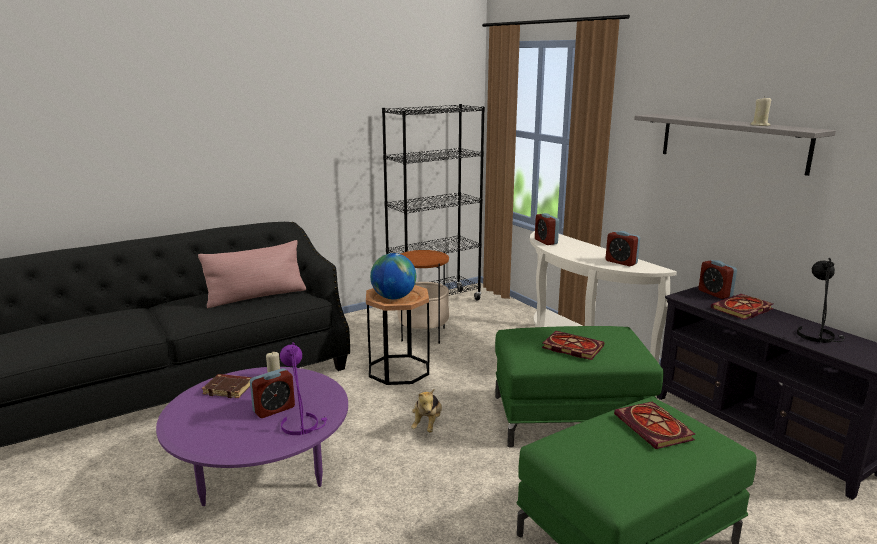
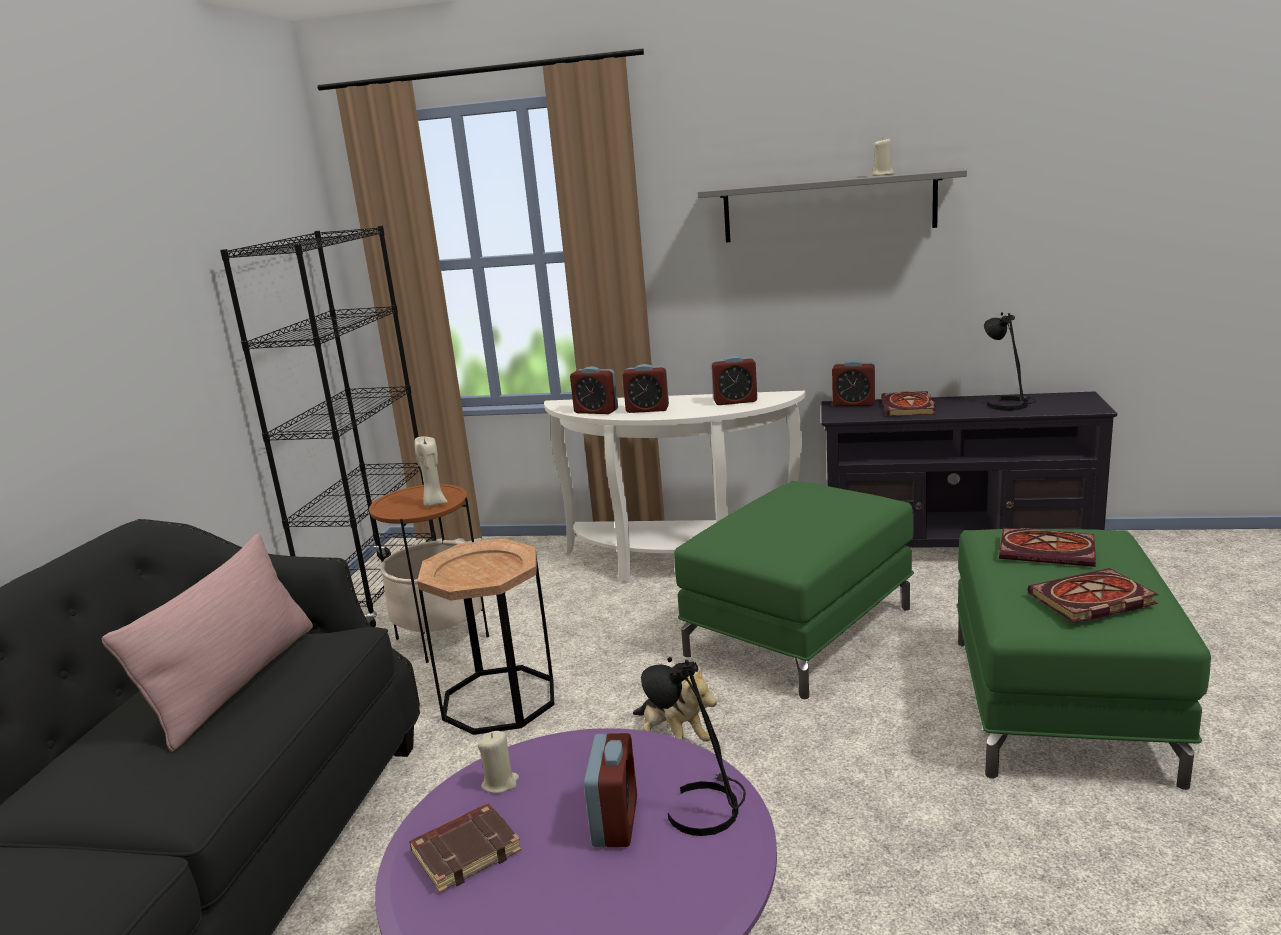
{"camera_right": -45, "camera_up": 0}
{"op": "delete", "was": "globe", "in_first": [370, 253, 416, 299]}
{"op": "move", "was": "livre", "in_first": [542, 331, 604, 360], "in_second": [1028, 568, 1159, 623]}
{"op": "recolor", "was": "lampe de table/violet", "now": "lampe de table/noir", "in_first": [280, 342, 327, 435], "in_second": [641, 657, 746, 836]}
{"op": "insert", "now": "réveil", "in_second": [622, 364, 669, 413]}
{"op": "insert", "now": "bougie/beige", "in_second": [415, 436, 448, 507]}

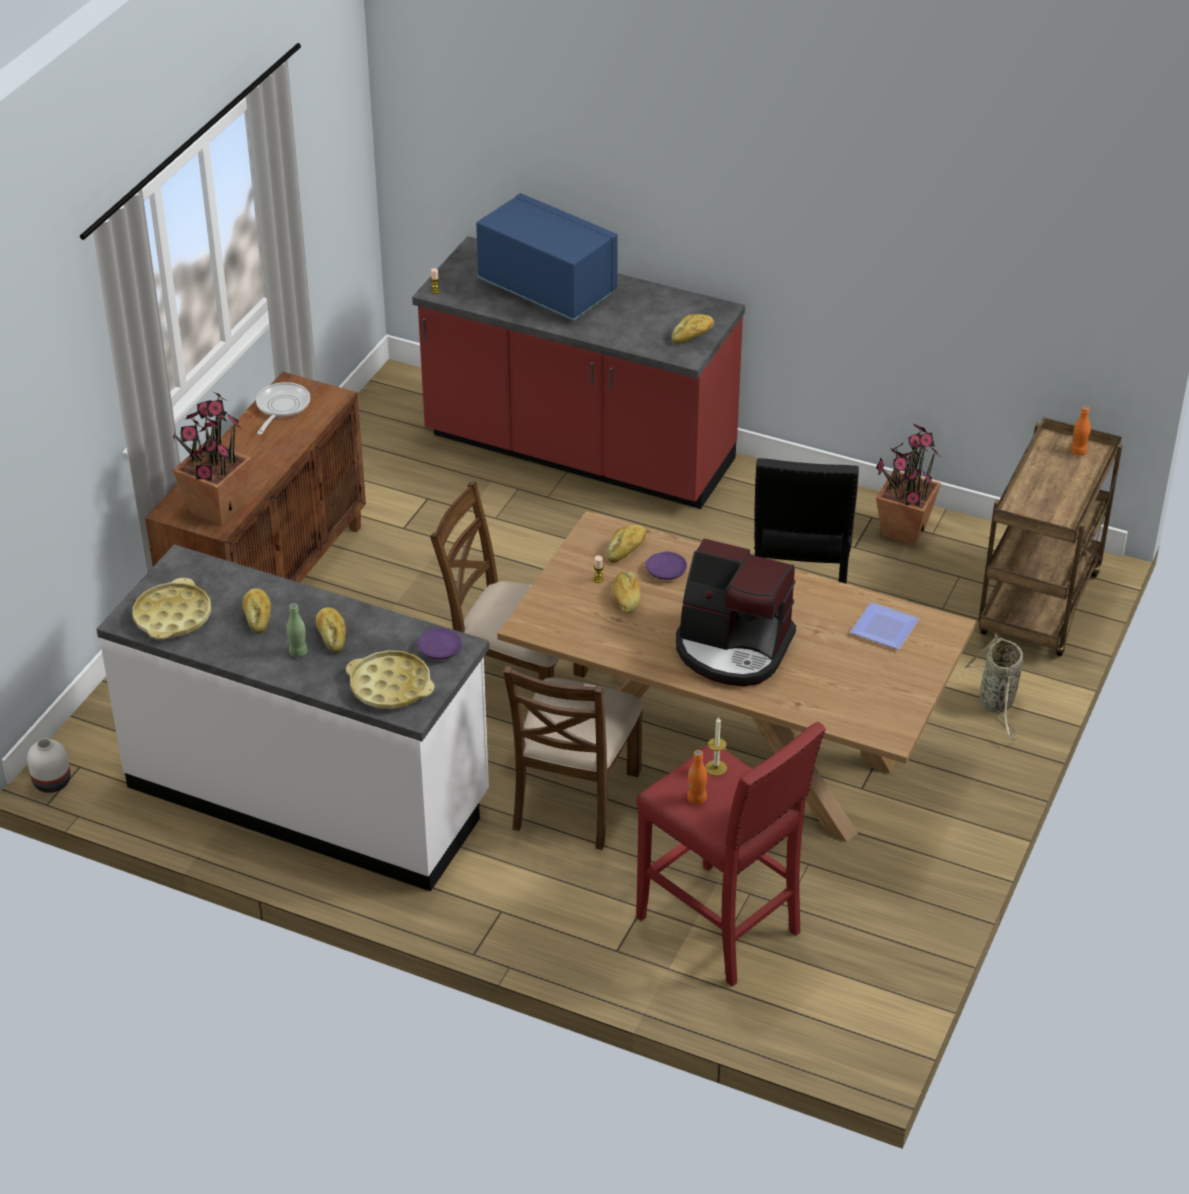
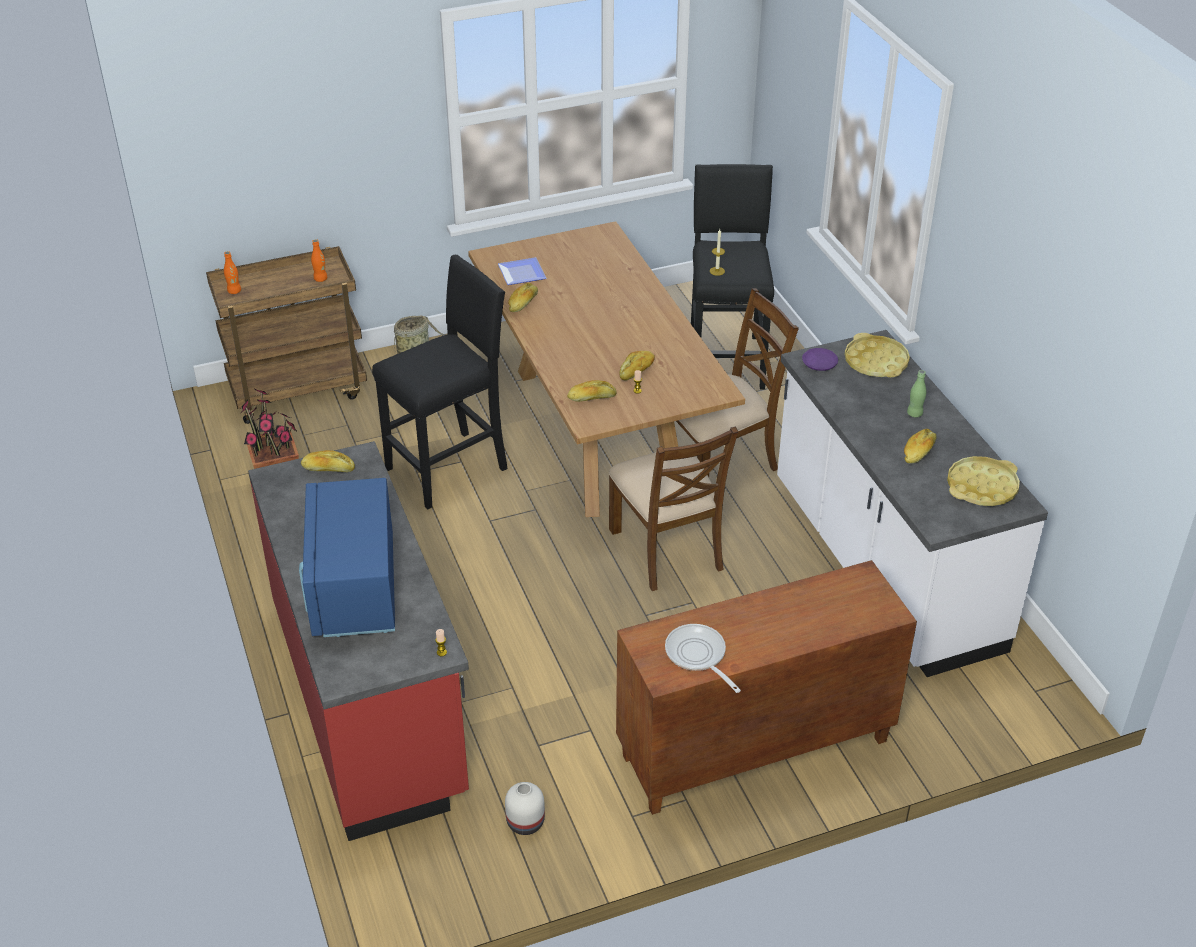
{"camera_right": -135, "camera_up": 0}
{"op": "rotate", "was": "poêle", "in_first": [256, 382, 310, 435], "in_second": [665, 624, 741, 693], "clockwise": 90}
{"op": "delete", "was": "plante en pot", "in_first": [172, 390, 251, 526]}
{"op": "delete", "was": "machine à café", "in_first": [676, 538, 796, 686]}
{"op": "delete", "was": "assiette/violet", "in_first": [645, 551, 687, 580]}
{"op": "move", "was": "pain", "in_first": [316, 607, 346, 653], "in_second": [508, 283, 538, 312]}
{"op": "recolor", "was": "tabouret/rouge", "now": "tabouret/noir", "in_first": [636, 722, 826, 987], "in_second": [691, 164, 774, 389]}
{"op": "move", "was": "vase/blanc", "in_first": [27, 738, 70, 793], "in_second": [505, 782, 545, 835]}
{"op": "move", "was": "bouteille/orange", "in_first": [687, 750, 707, 804], "in_second": [311, 239, 327, 282]}

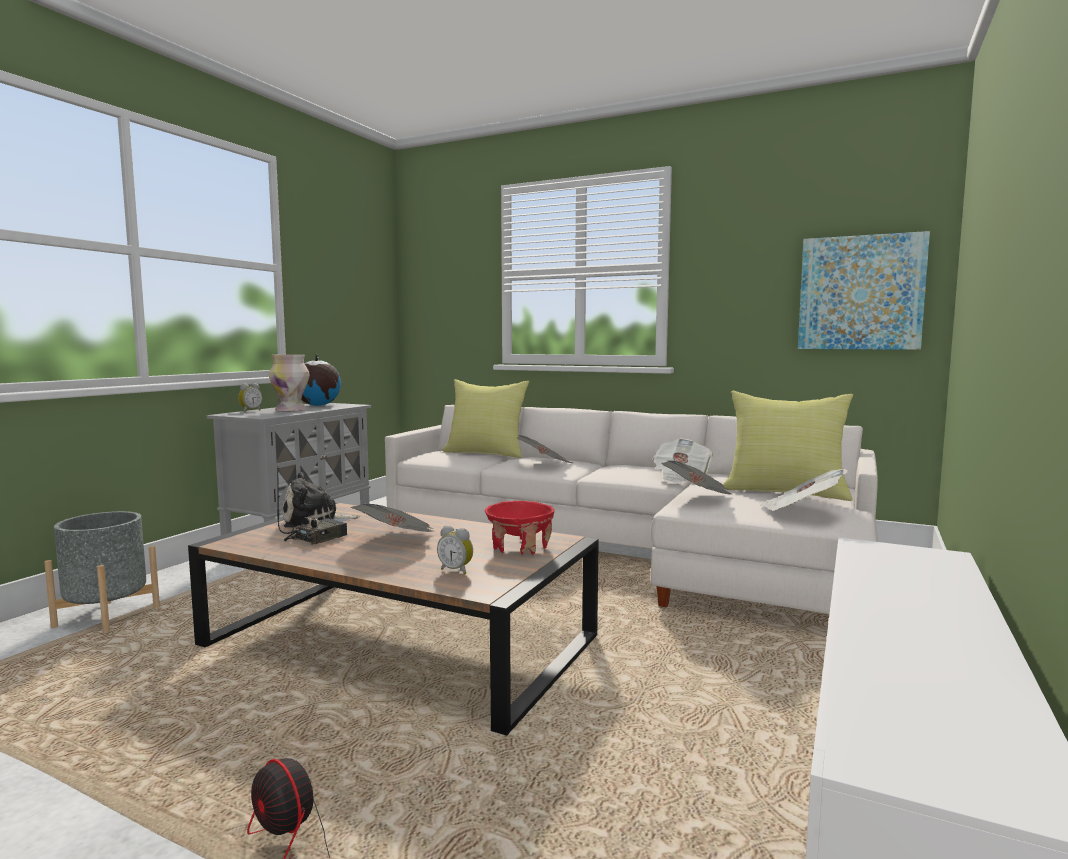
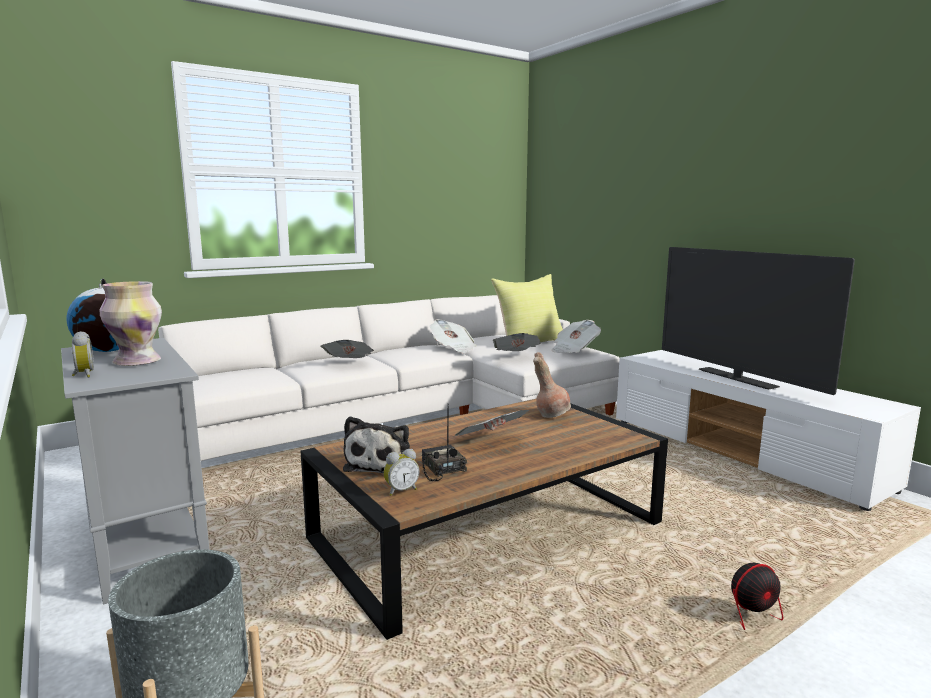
{"camera_right": -60, "camera_up": 5}
{"op": "delete", "was": "tableau", "in_first": [798, 231, 930, 350]}
{"op": "delete", "was": "coussin/jaune", "in_first": [442, 379, 529, 458]}
{"op": "replace", "was": "bol/rouge", "now": "vase/marron", "in_first": [485, 501, 554, 555], "in_second": [533, 352, 571, 418]}
{"op": "move", "was": "réveil", "in_first": [437, 526, 473, 575], "in_second": [383, 449, 420, 496]}
{"op": "insert", "now": "téléviseur", "in_second": [662, 247, 855, 395]}

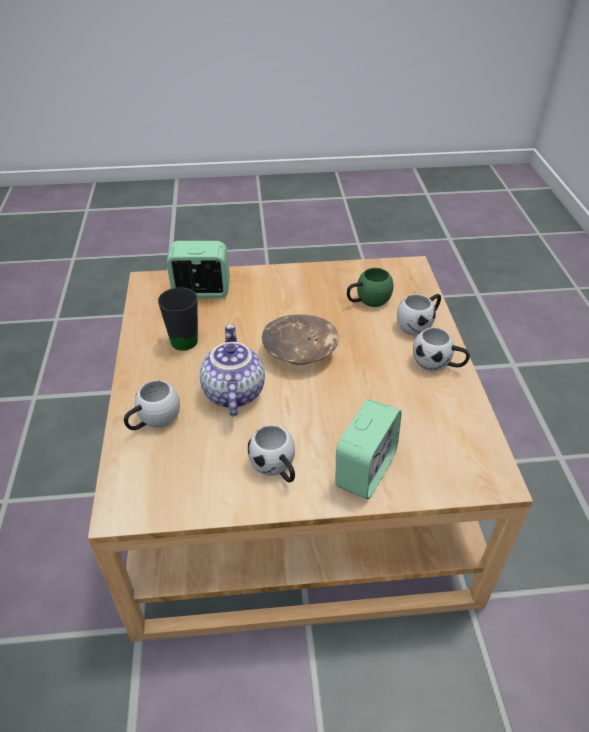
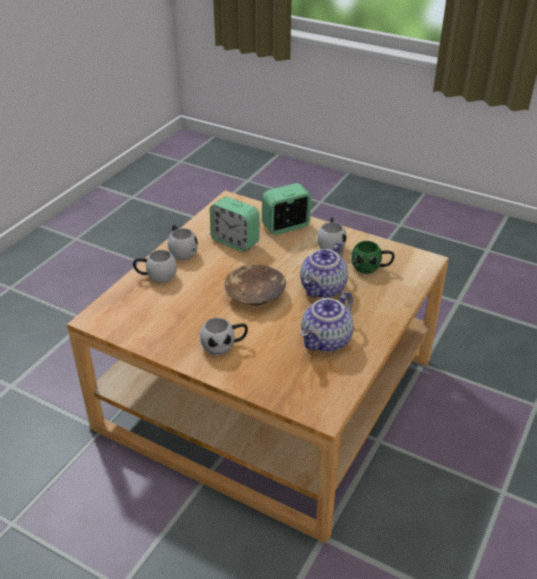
{"camera_right": -145, "camera_up": -5}
{"op": "move", "was": "réveil", "in_first": [166, 241, 230, 298], "in_second": [210, 197, 260, 252]}
{"op": "move", "was": "mug/vert", "in_first": [347, 268, 394, 307], "in_second": [351, 241, 395, 274]}
{"op": "replace", "was": "mug/noir", "now": "théière", "in_first": [158, 287, 198, 351], "in_second": [301, 291, 354, 352]}
{"op": "move", "was": "mug/blanc", "in_first": [124, 380, 180, 430], "in_second": [200, 318, 248, 356]}

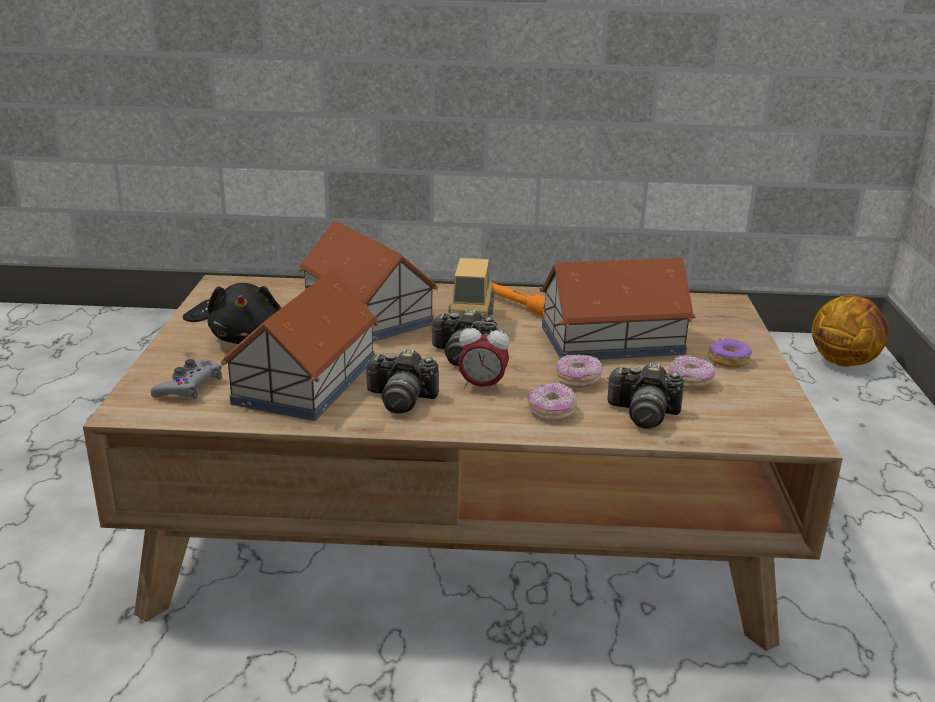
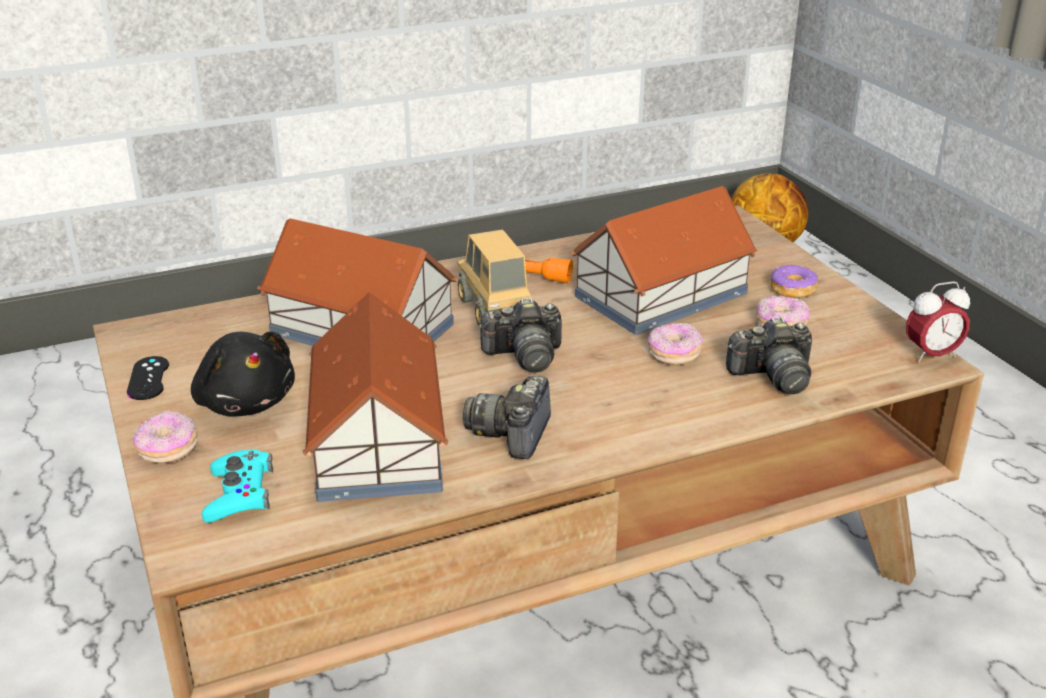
{"camera_right": -25, "camera_up": 5}
{"op": "move", "was": "réveil", "in_first": [458, 321, 509, 393], "in_second": [906, 281, 970, 363]}
{"op": "rotate", "was": "appareil photo", "in_first": [364, 348, 439, 414], "in_second": [463, 376, 551, 459], "clockwise": 120}
{"op": "recolor", "was": "manette/gris", "now": "manette/turquoise", "in_first": [151, 359, 222, 399], "in_second": [202, 449, 273, 523]}
{"op": "move", "was": "beignet", "in_first": [528, 382, 577, 421], "in_second": [132, 411, 197, 464]}

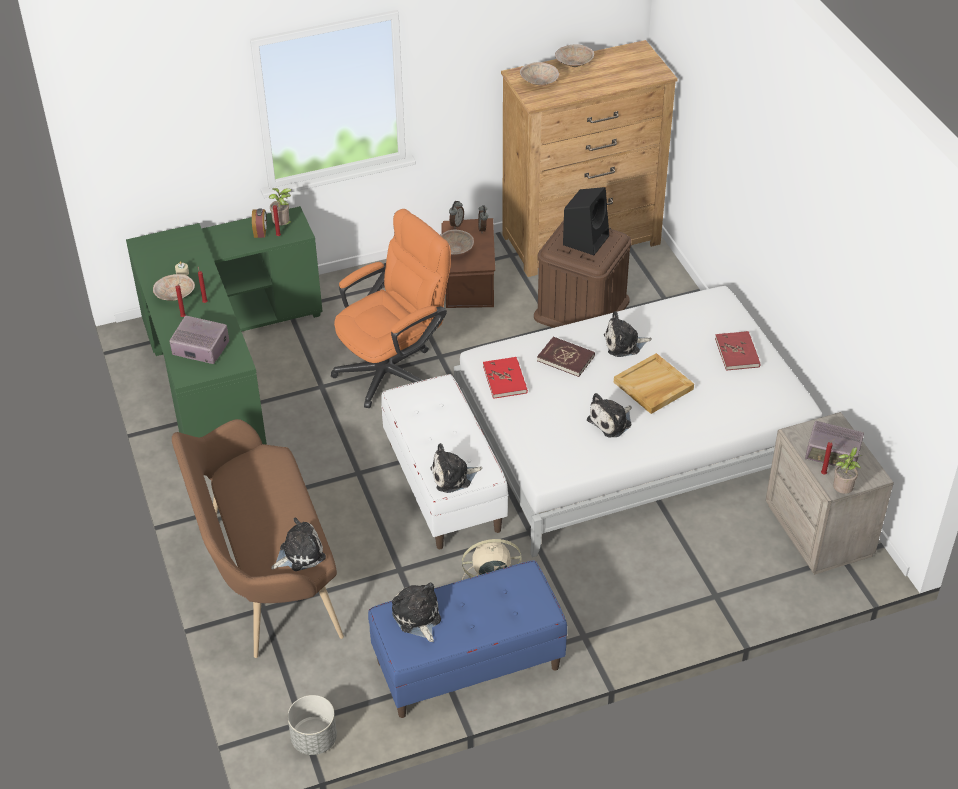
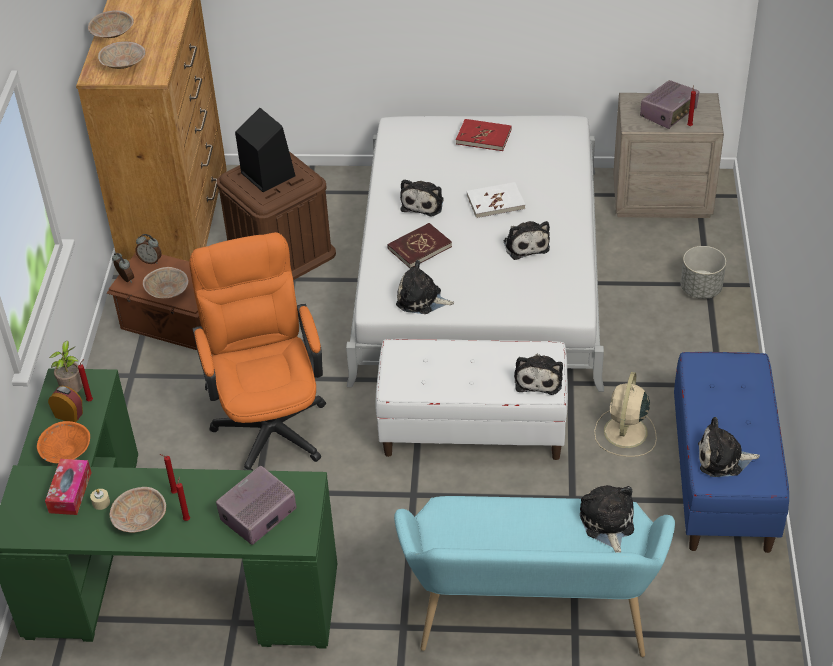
{"camera_right": -65, "camera_up": 0}
{"op": "replace", "was": "plateau/beige", "now": "livre/blanc", "in_first": [614, 353, 694, 414], "in_second": [466, 182, 525, 219]}
{"op": "replace", "was": "livre/rouge", "now": "peluche", "in_first": [483, 357, 528, 399], "in_second": [396, 260, 454, 314]}
{"op": "recolor", "was": "banc/marron", "now": "banc/turquoise", "in_first": [172, 419, 344, 658], "in_second": [394, 496, 675, 657]}
{"op": "delete", "was": "plante en pot", "in_first": [833, 447, 862, 494]}
{"op": "move", "was": "cache-pot/gris", "in_first": [288, 695, 337, 755], "in_second": [681, 246, 726, 299]}
{"op": "insert", "now": "bol/orange", "in_second": [37, 421, 90, 464]}
{"op": "insert", "now": "boîte à mouchoirs", "in_second": [45, 459, 92, 515]}

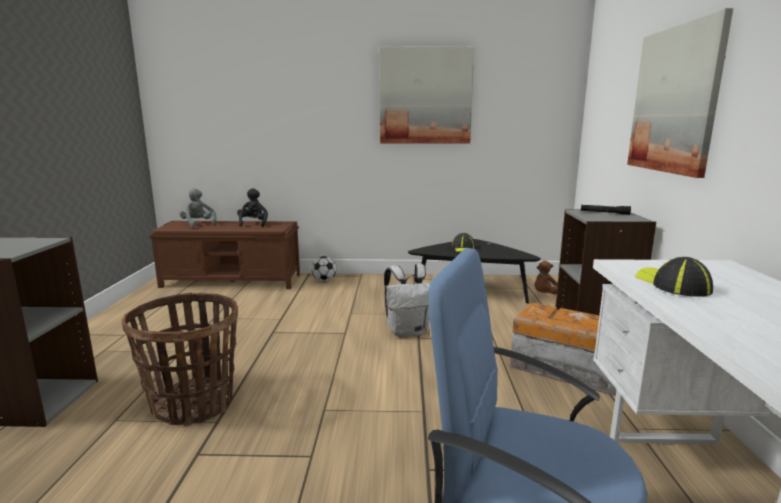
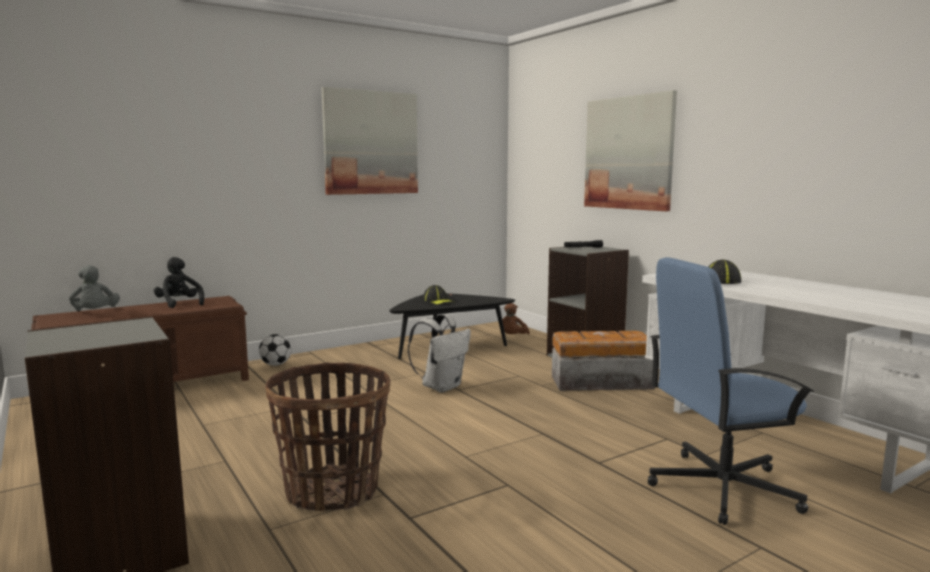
{"camera_right": -35, "camera_up": -5}
{"op": "rotate", "was": "peluche/gris", "in_first": [180, 189, 217, 227], "in_second": [69, 265, 120, 312], "clockwise": -135}

